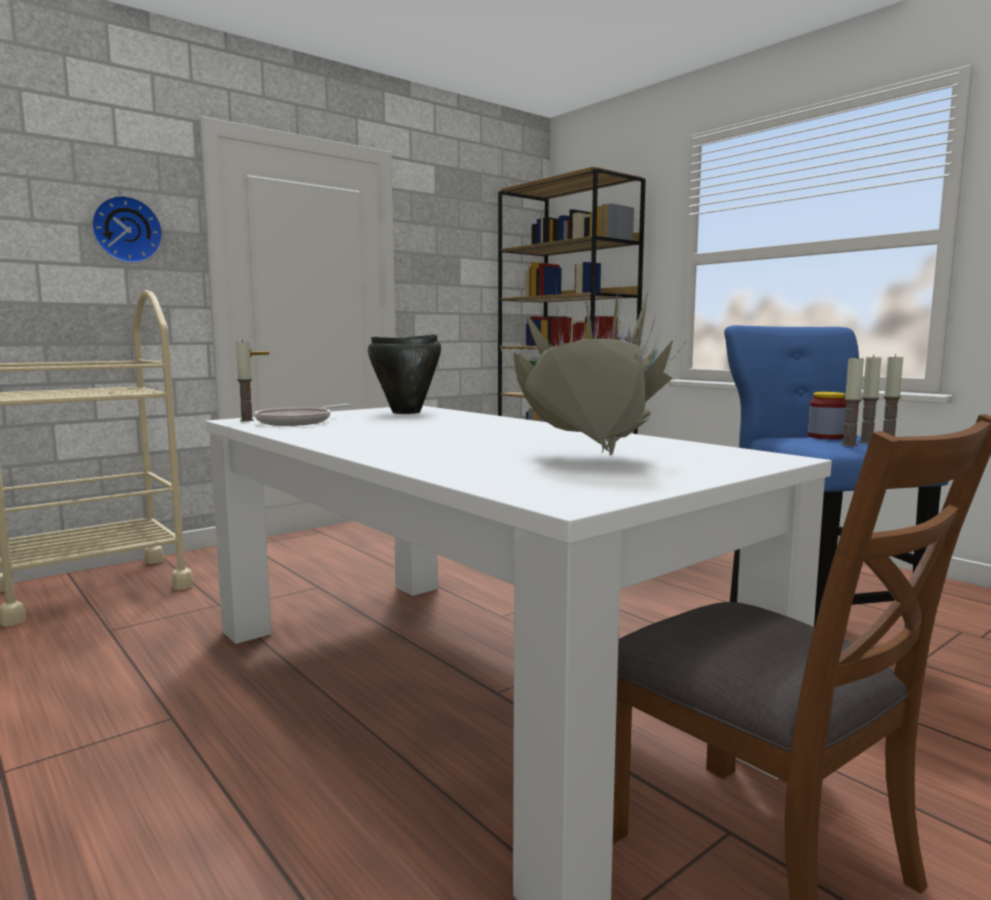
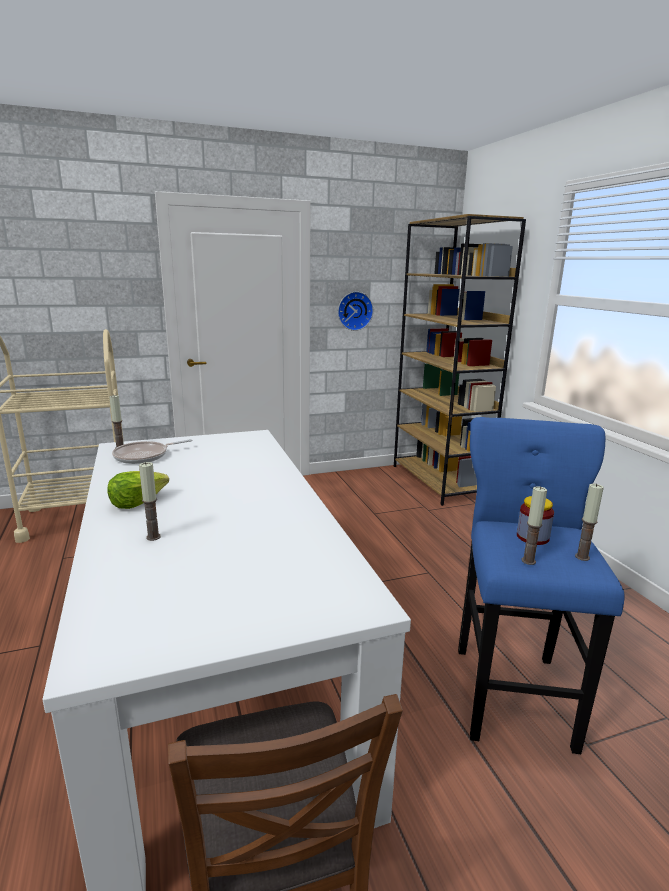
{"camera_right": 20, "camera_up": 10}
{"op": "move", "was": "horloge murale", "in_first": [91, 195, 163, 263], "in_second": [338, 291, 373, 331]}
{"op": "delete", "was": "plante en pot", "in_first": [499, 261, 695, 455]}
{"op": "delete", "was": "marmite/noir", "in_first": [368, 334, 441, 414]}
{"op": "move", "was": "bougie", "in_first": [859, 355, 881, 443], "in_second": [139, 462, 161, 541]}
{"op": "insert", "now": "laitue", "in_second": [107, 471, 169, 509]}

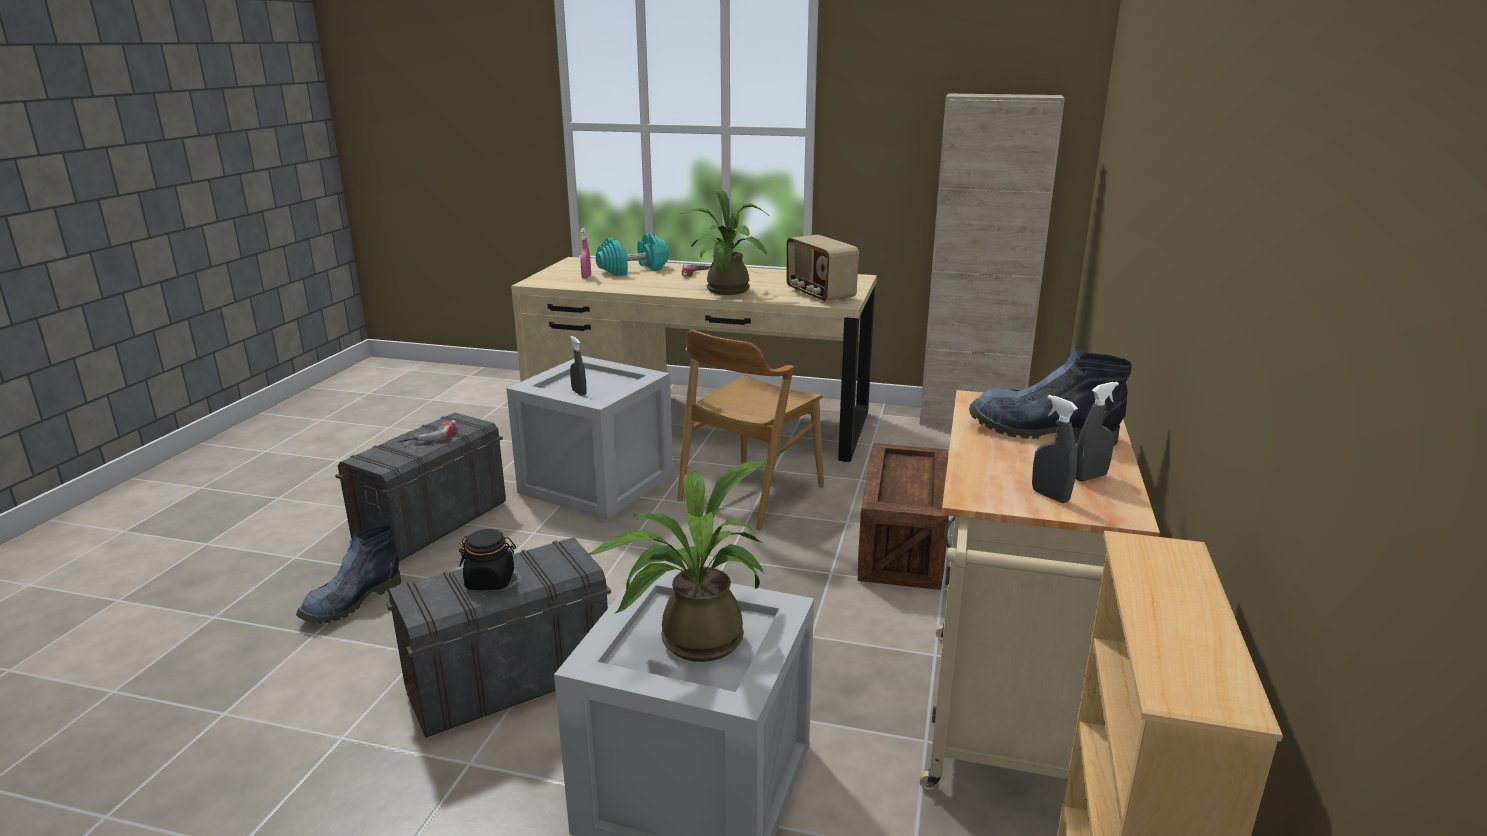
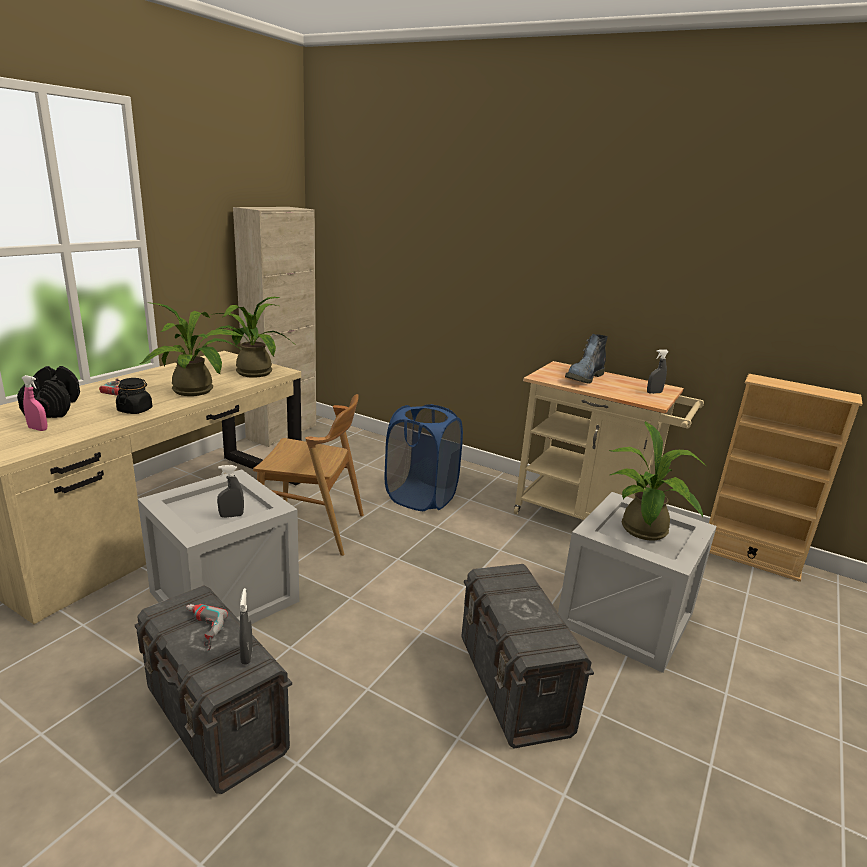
{"camera_right": -75, "camera_up": 0}
{"op": "recolor", "was": "haltère/turquoise", "now": "haltère/noir", "in_first": [596, 234, 669, 276], "in_second": [17, 366, 80, 418]}
{"op": "replace", "was": "radio", "now": "plante en pot", "in_first": [786, 235, 859, 303], "in_second": [210, 297, 292, 378]}
{"op": "rotate", "was": "chaise/marron", "in_first": [677, 330, 824, 530], "in_second": [253, 394, 364, 556], "clockwise": -45}
{"op": "move", "was": "vaporisateur/gris", "in_first": [1075, 382, 1119, 481], "in_second": [239, 588, 253, 665]}
{"op": "replace", "was": "caisse", "now": "panier à linge/bleu", "in_first": [858, 443, 949, 590], "in_second": [385, 404, 463, 511]}
{"op": "delete", "was": "botte", "in_first": [296, 525, 401, 624]}
{"op": "move", "was": "bocal/noir", "in_first": [459, 529, 516, 590], "in_second": [116, 378, 153, 414]}

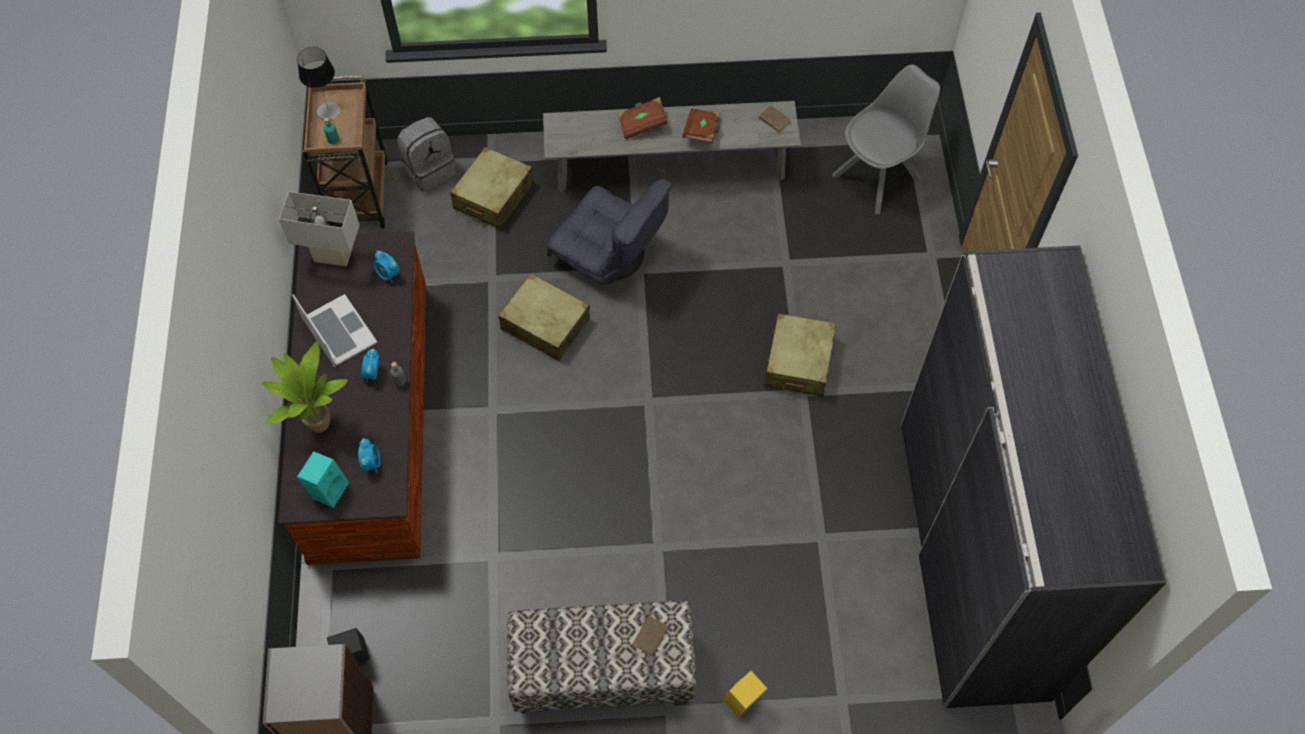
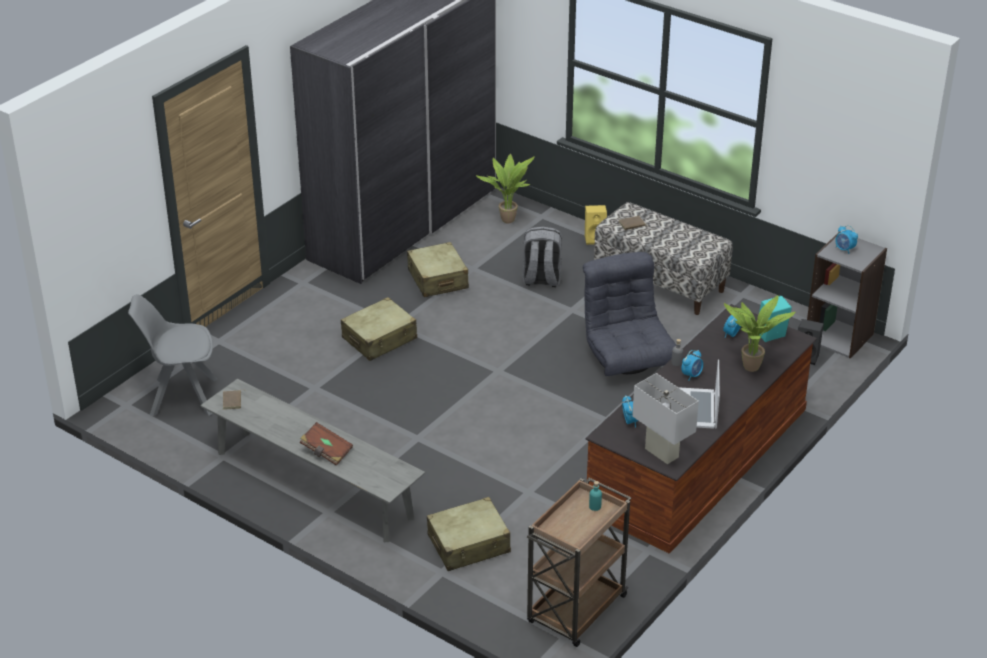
{"camera_right": -140, "camera_up": -25}
{"op": "delete", "was": "lampe de table", "in_first": [297, 47, 340, 120]}
{"op": "delete", "was": "livre/marron", "in_first": [683, 108, 721, 143]}
{"op": "move", "was": "sac à dos/gris", "in_first": [397, 117, 456, 192], "in_second": [523, 226, 562, 287]}
{"op": "move", "was": "fauteuil/gris", "in_first": [547, 179, 672, 285], "in_second": [583, 252, 676, 376]}
{"op": "move", "was": "valise/beige", "in_first": [499, 273, 590, 361], "in_second": [407, 242, 469, 297]}
{"op": "insert", "now": "plante en pot", "in_second": [476, 154, 535, 223]}
{"op": "insert", "now": "réveil", "in_second": [835, 225, 858, 254]}

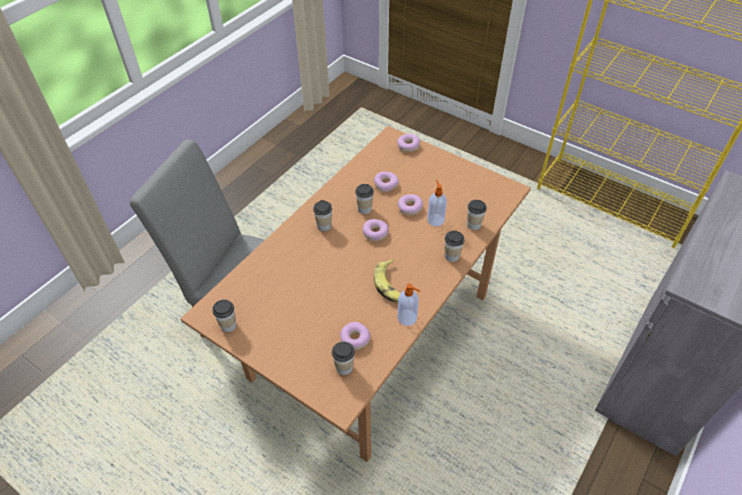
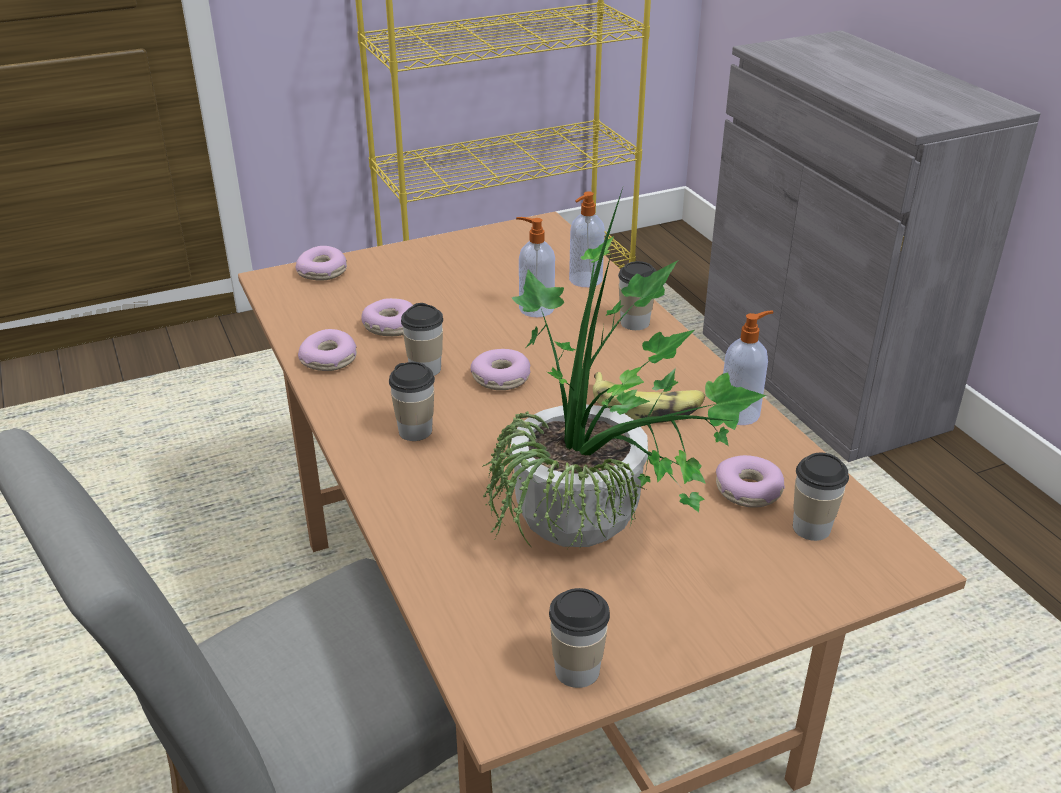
{"camera_right": -60, "camera_up": -15}
{"op": "move", "was": "beignet", "in_first": [398, 194, 423, 215], "in_second": [298, 329, 357, 371]}
{"op": "replace", "was": "tasse", "now": "distributeur de savon", "in_first": [467, 200, 487, 230], "in_second": [569, 191, 605, 287]}
{"op": "insert", "now": "plante en pot", "in_second": [482, 185, 766, 547]}

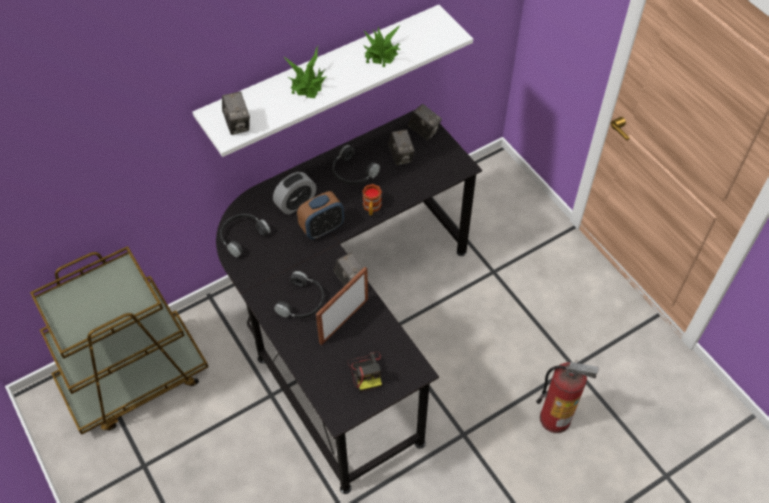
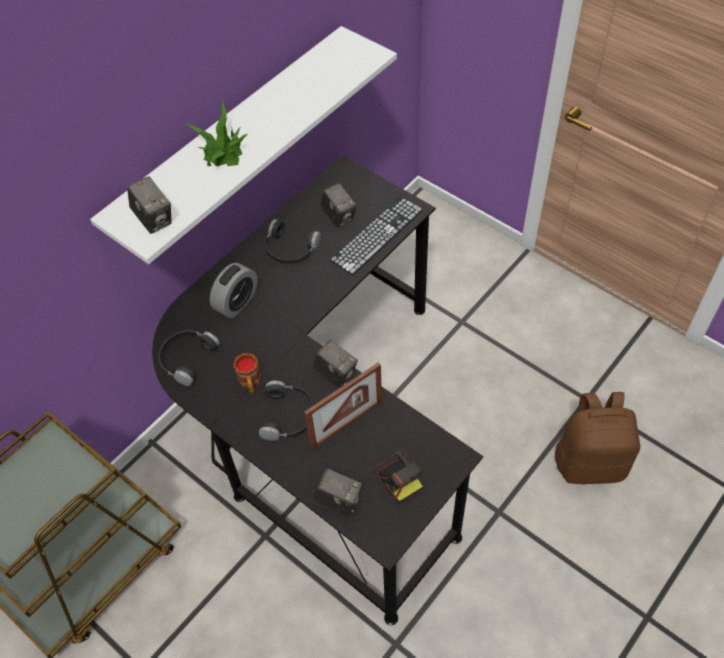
{"camera_right": -15, "camera_up": 0}
{"op": "delete", "was": "plante en pot", "in_first": [363, 25, 401, 67]}
{"op": "move", "was": "appareil photo", "in_first": [408, 104, 442, 140], "in_second": [313, 468, 362, 517]}
{"op": "move", "was": "mug", "in_first": [362, 184, 382, 215], "in_second": [233, 353, 262, 393]}
{"op": "delete", "was": "réveil", "in_first": [297, 191, 344, 239]}
{"op": "rotate", "was": "cadre photo", "in_first": [316, 267, 368, 345], "in_second": [304, 362, 382, 449], "clockwise": -150}
{"op": "replace", "was": "extincteur", "now": "sac à dos/marron", "in_first": [536, 360, 599, 433], "in_second": [555, 392, 640, 485]}
{"op": "insert", "now": "clavier", "in_second": [330, 197, 423, 276]}

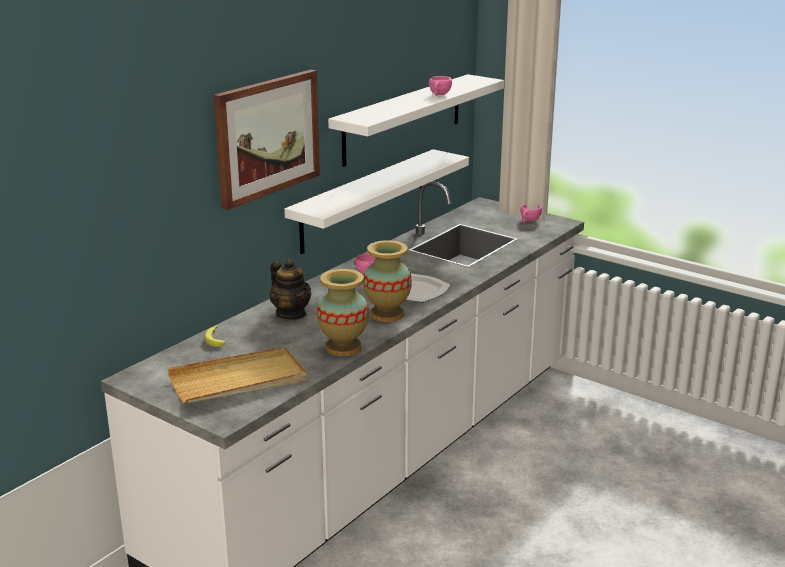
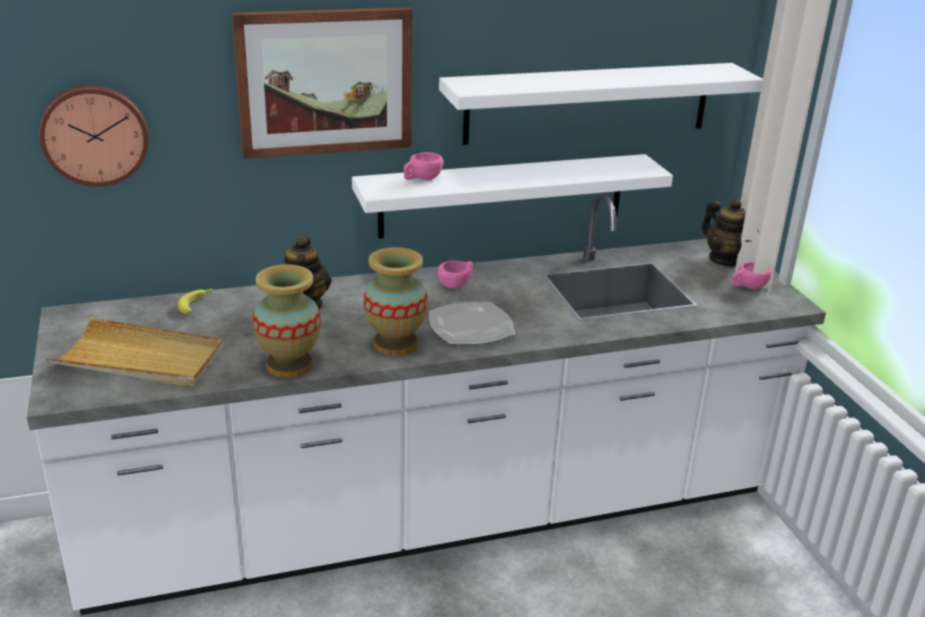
{"camera_right": 35, "camera_up": 5}
{"op": "move", "was": "tasse/rose", "in_first": [429, 76, 452, 96], "in_second": [404, 152, 444, 181]}
{"op": "insert", "now": "horloge murale", "in_second": [39, 85, 148, 187]}
{"op": "insert", "now": "théière", "in_second": [702, 199, 759, 267]}

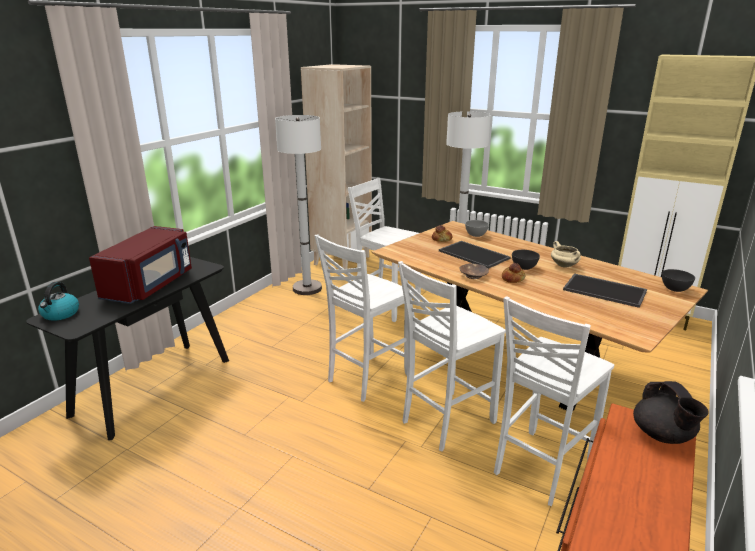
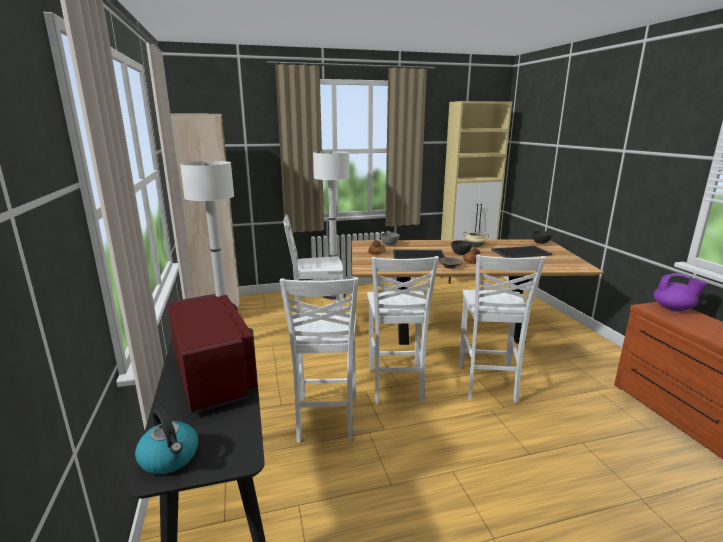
{"camera_right": -45, "camera_up": -5}
{"op": "move", "was": "chaise/blanc", "in_first": [494, 296, 614, 506], "in_second": [280, 277, 359, 443]}
{"op": "recolor", "was": "théière/noir", "now": "théière/violet", "in_first": [633, 381, 709, 444], "in_second": [654, 273, 708, 311]}

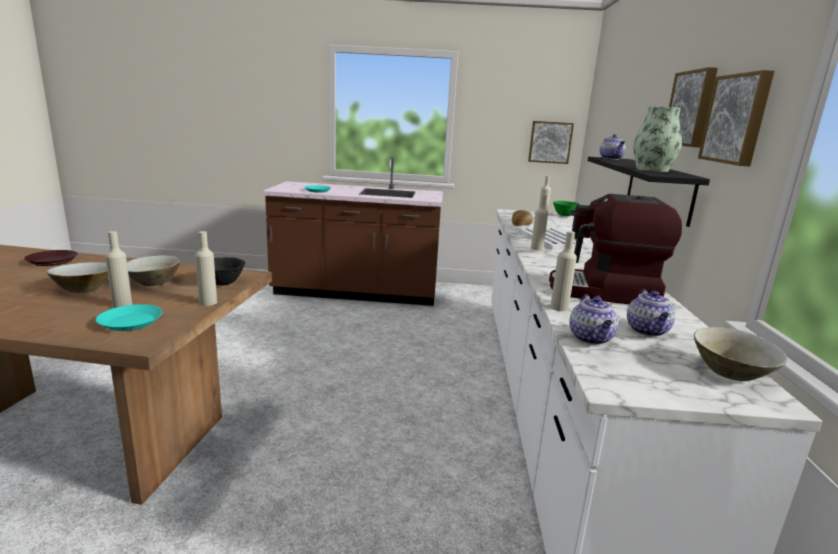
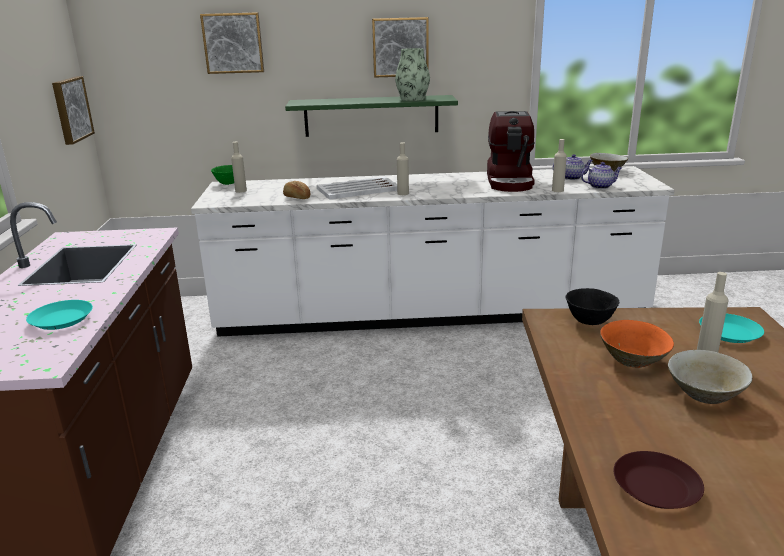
{"camera_right": -95, "camera_up": 5}
{"op": "move", "was": "tableau", "in_first": [698, 70, 775, 166], "in_second": [200, 12, 264, 74]}
{"op": "delete", "was": "théière", "in_first": [600, 134, 626, 160]}
{"op": "recolor", "was": "étagère/noir", "now": "étagère/vert", "in_first": [588, 157, 710, 227], "in_second": [285, 95, 458, 137]}
{"op": "delete", "was": "bouteille/beige", "in_first": [195, 231, 217, 306]}
{"op": "recolor", "was": "bol/beige", "now": "bol/orange", "in_first": [127, 255, 181, 286], "in_second": [600, 320, 674, 368]}

